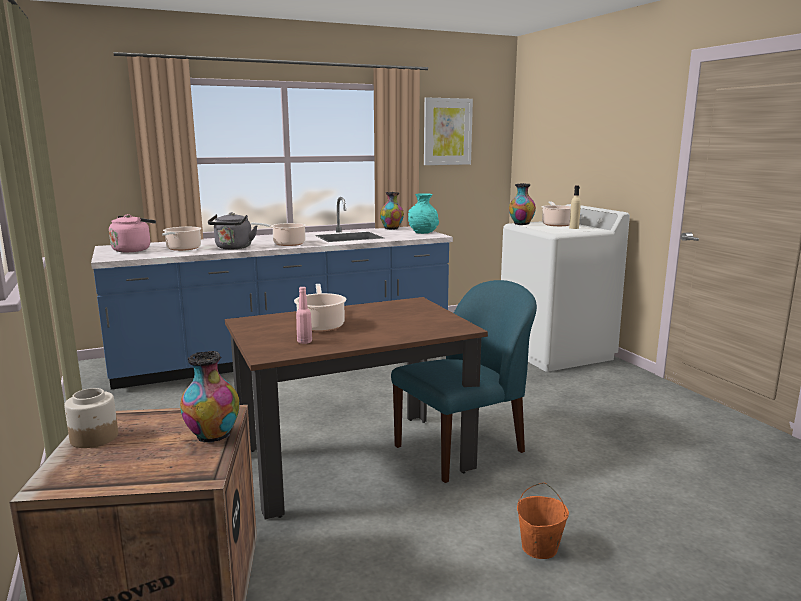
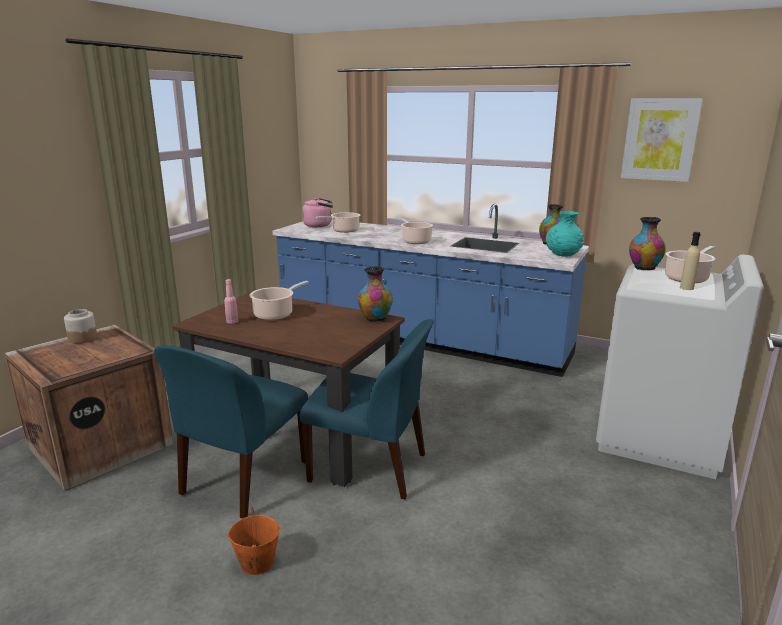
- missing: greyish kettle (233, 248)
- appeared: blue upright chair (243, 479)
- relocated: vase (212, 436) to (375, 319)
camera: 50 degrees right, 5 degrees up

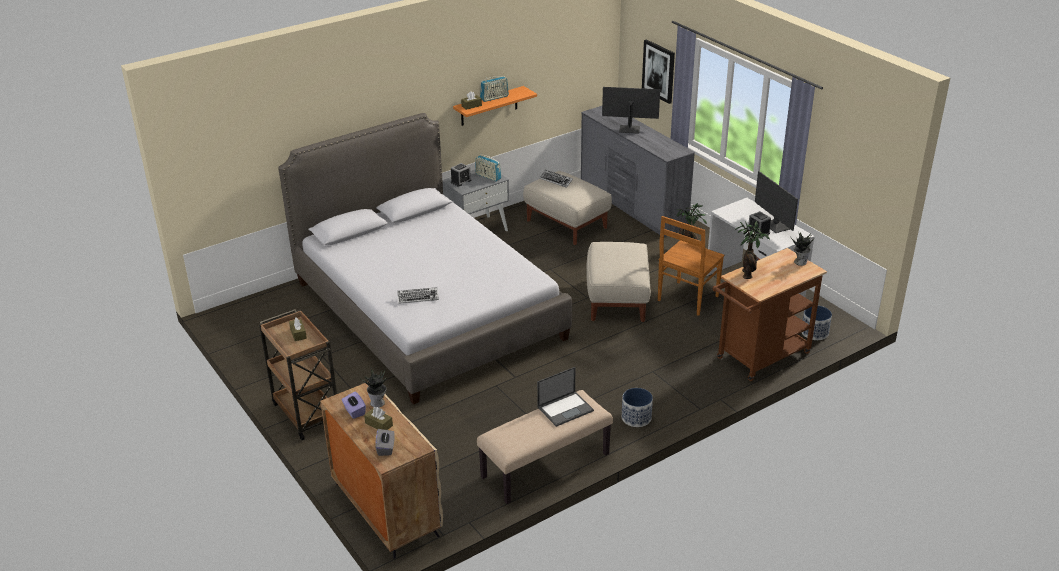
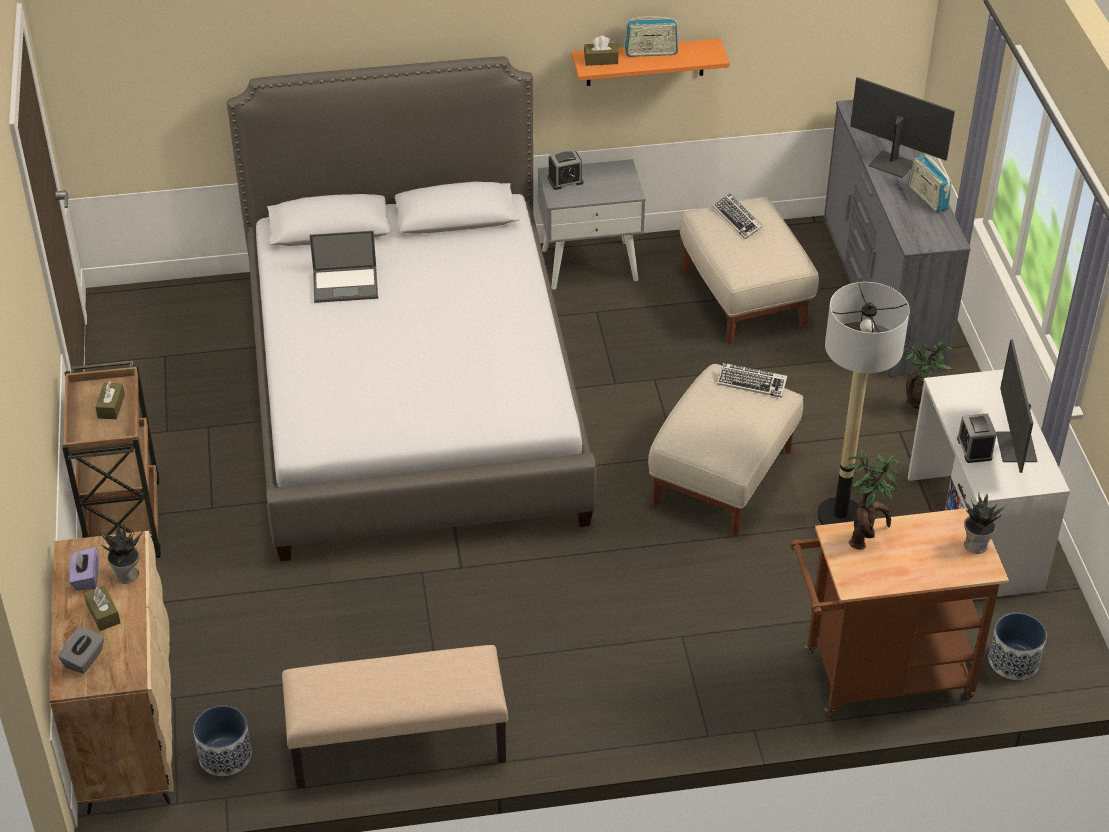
- missing: wall picture (658, 71)
- relocated: keyboard (418, 297) to (752, 383)
- relocated: radio receiver (488, 176) to (928, 198)
- relocated: portable computer (565, 408) to (346, 284)
- relocated: planter (636, 418) to (225, 756)
- exchanged: brown-coloured upright chair (687, 299) to standing lamp (839, 516)
camera: 25 degrees right, 10 degrees up

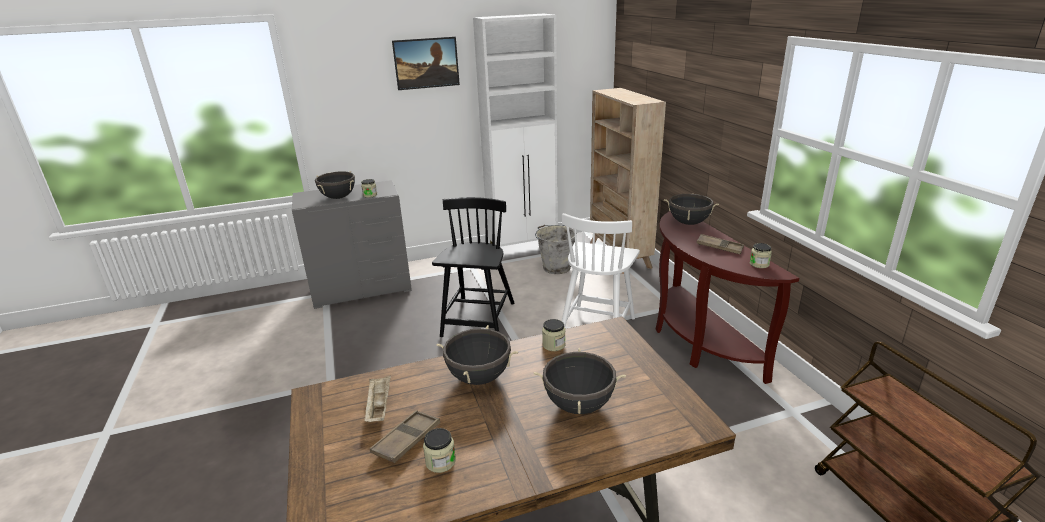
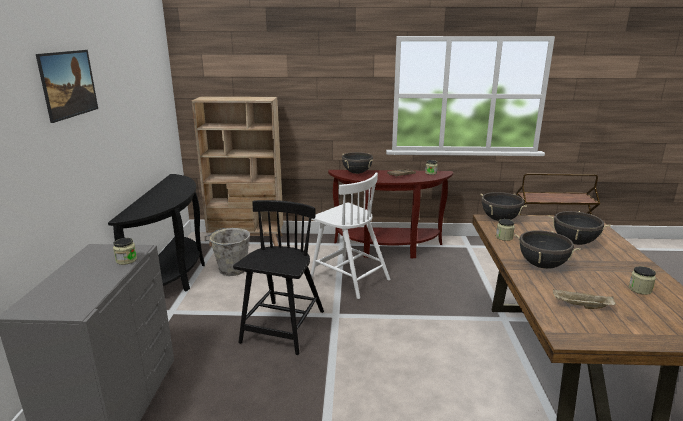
- missing: brown-coloured tray (407, 440)
- relocated: blackish stockpot (338, 197) to (500, 219)
- exchanged: whitish storage cabinet (523, 249) to blackish console table (174, 276)
- spun: blackish upright chair (479, 320) = (283, 328) 75 degrees clockwise
camera: 70 degrees left, 5 degrees down

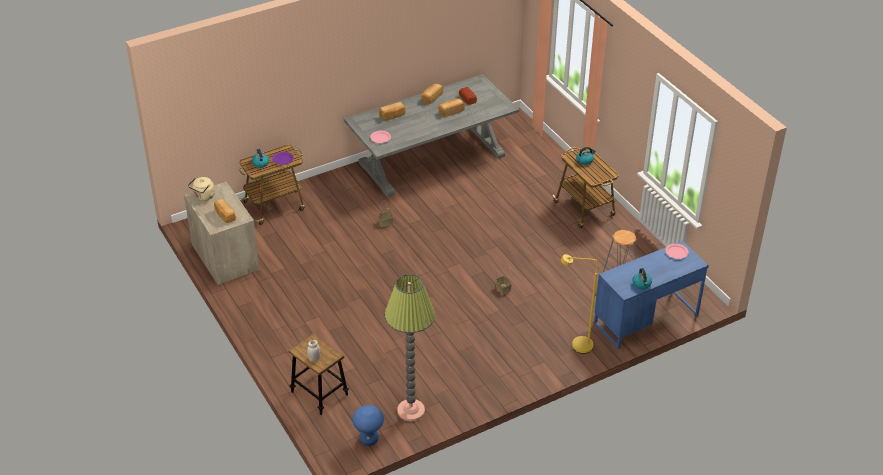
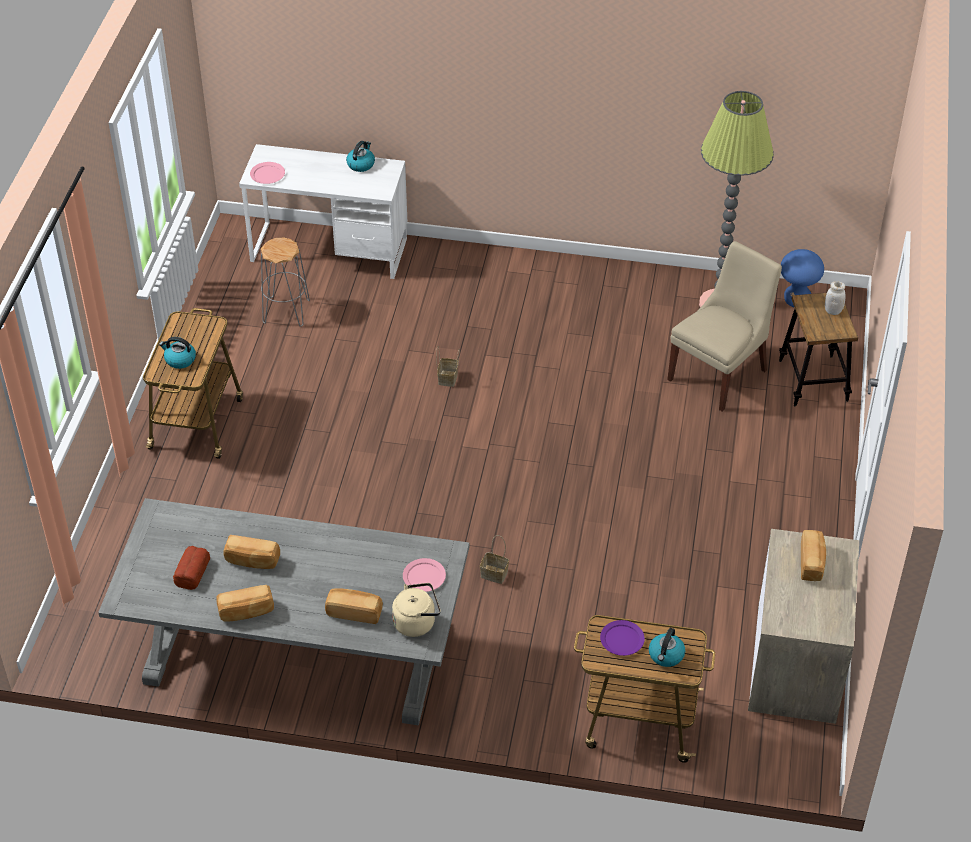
- missing: yellow standing lamp (576, 345)
- appeared: sand-coloured upright chair (719, 373)
- relocated: sand-coloured kettle (203, 197) to (417, 622)
- colour: blue desk (646, 318) to whitish desk (329, 250)
camera: 140 degrees left, 5 degrees up

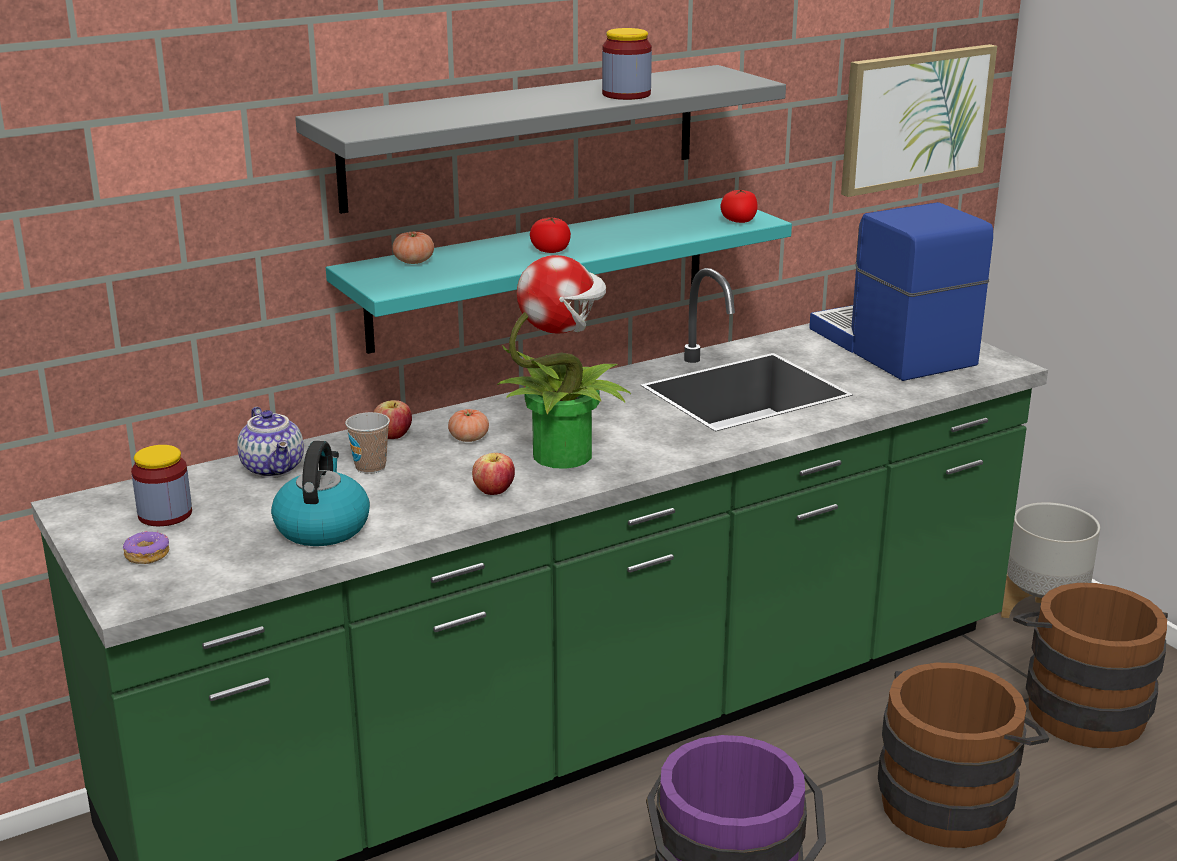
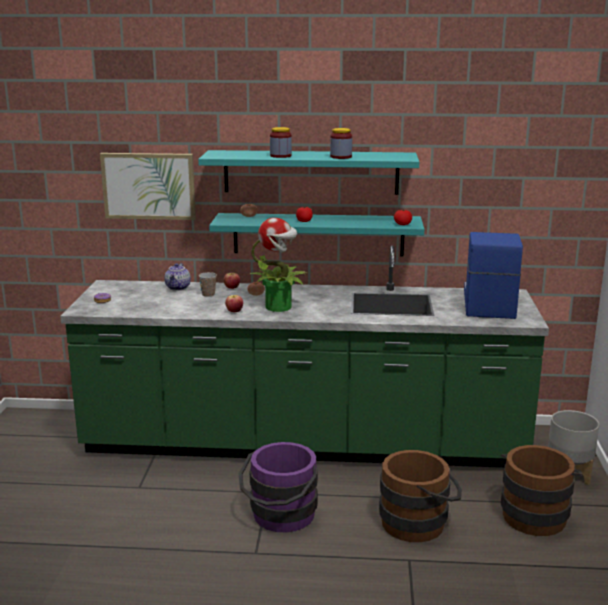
- missing: kettle (322, 527)
- relocated: jar (165, 514) to (280, 156)
- relocated: wall picture (916, 118) to (149, 186)
- colour: greyish shelf (523, 136) to turquoise shelf (311, 172)
camera: 35 degrees right, 5 degrees down

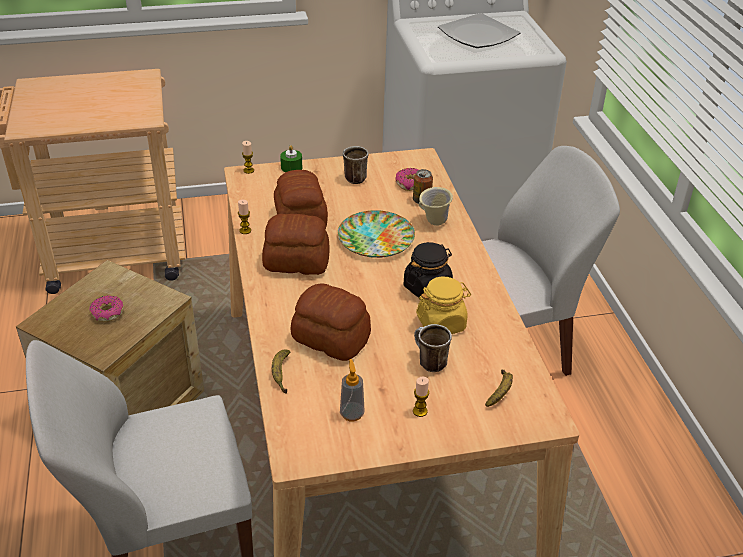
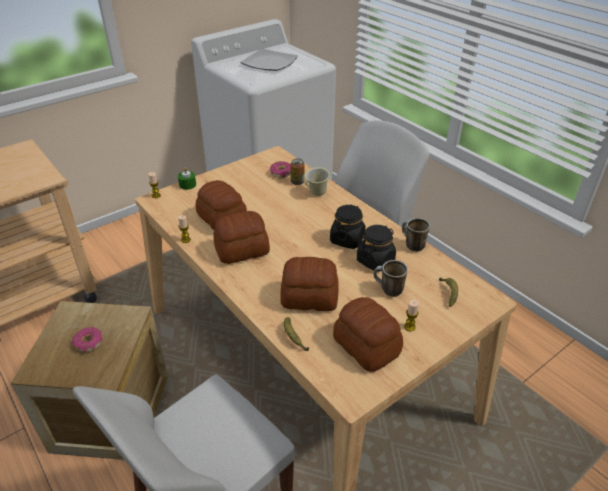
- missing: dinner plate (375, 239)
- relocated: tea mug (353, 177) to (411, 245)
- exchanged: soap bottle (352, 414) to baked bread (366, 347)
- colour: yellow jar (441, 324) to blackish jar (375, 261)
camera: 25 degrees left, 0 degrees up

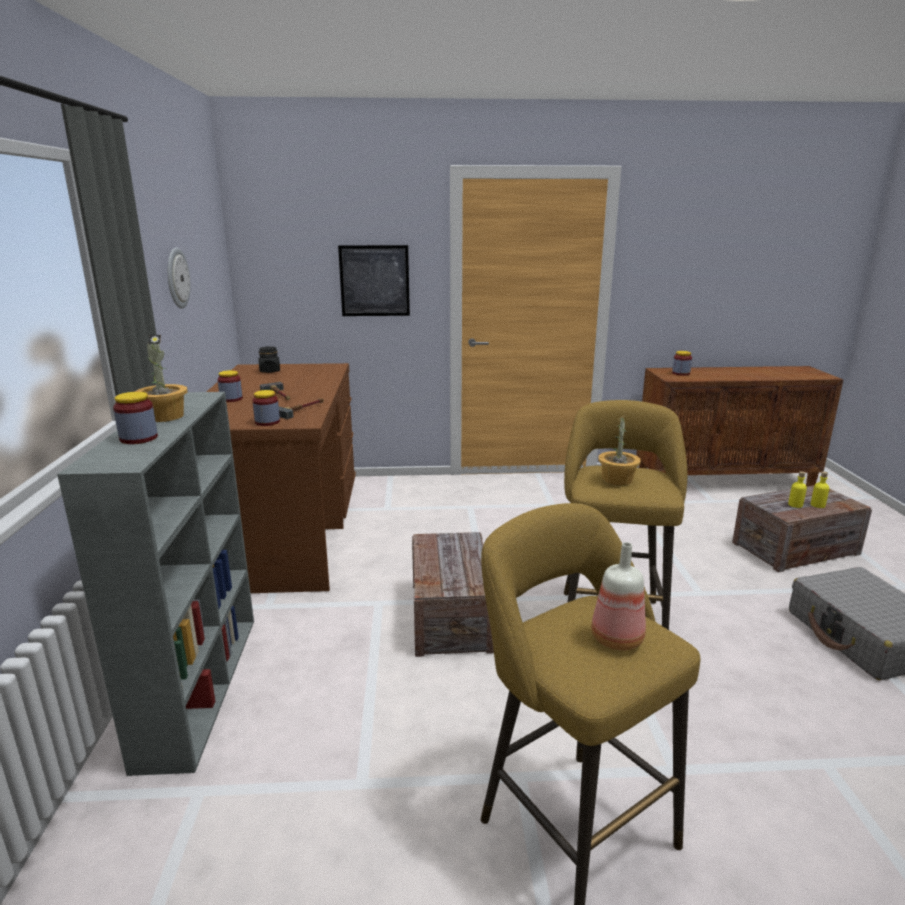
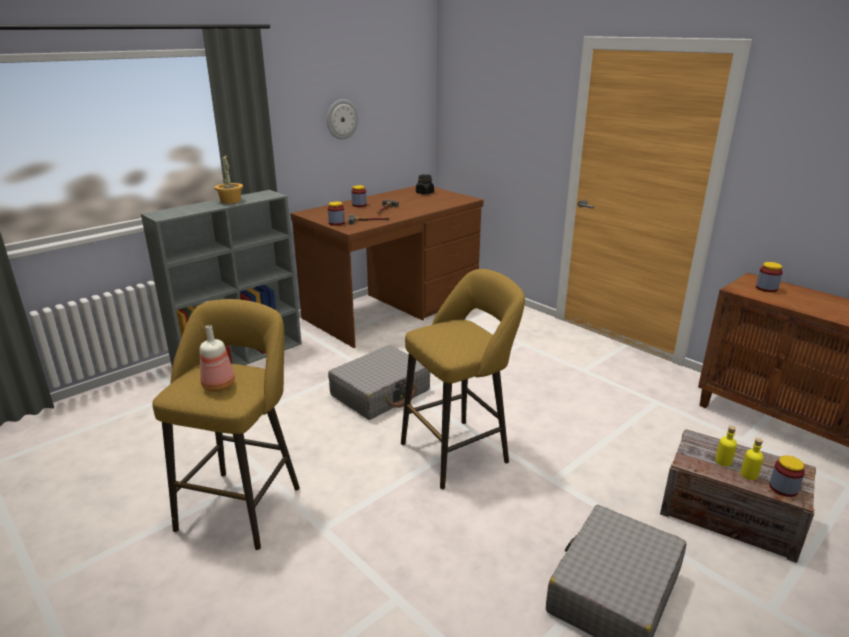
- missing: wall picture (374, 281)
- missing: potted plant (617, 479)
- relocated: jar (138, 438) to (783, 488)
- exchanged: packing crate (450, 615) to greyish piece of luggage (381, 393)
camera: 50 degrees right, 5 degrees up

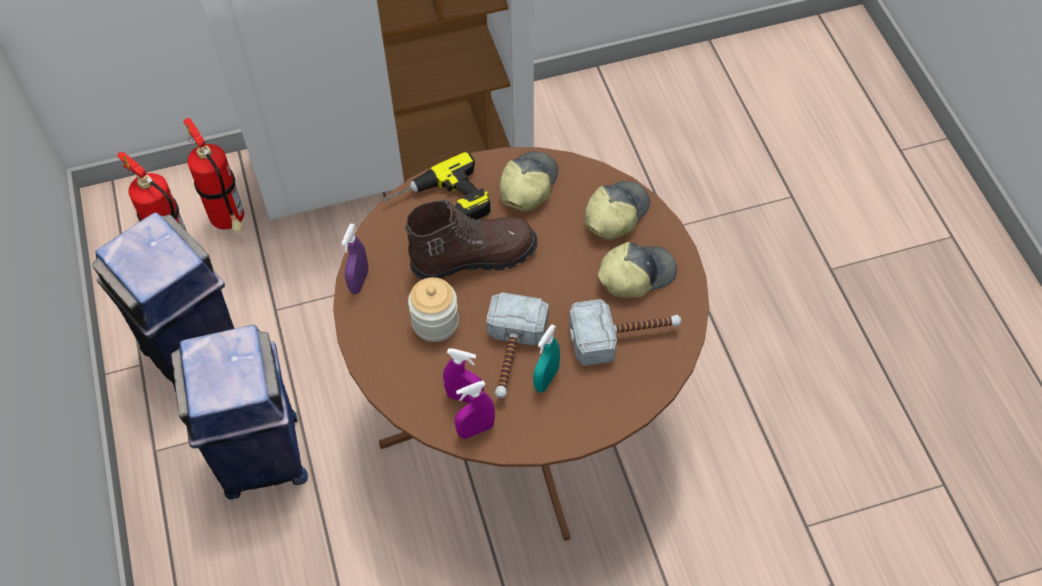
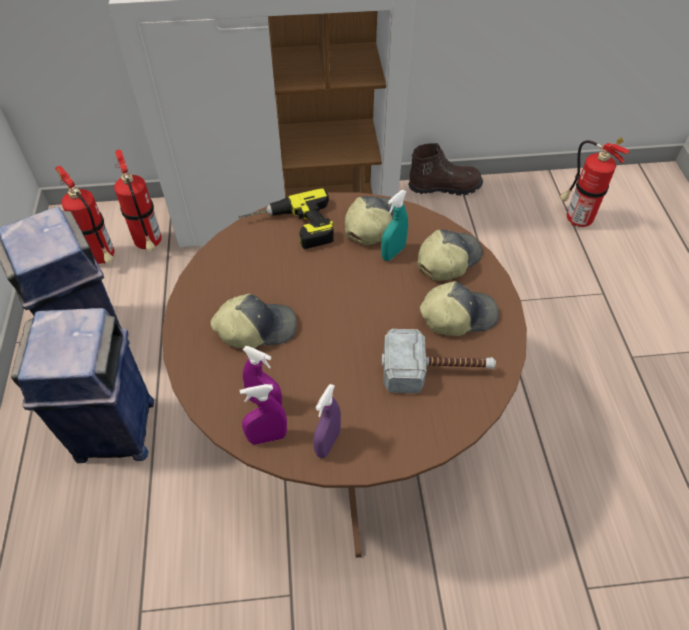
- missing: hand hammer (511, 356)
- appeared: fire-fighting cylinder (575, 219)
- relocated: purple-coloured spray bottle (359, 281) to (327, 443)
- relocated: brown-coloured high-top boot (473, 256) to (444, 187)
- relocated: turquoise spray bottle (546, 379) to (393, 253)
- exchanged: jar (435, 322) to peaked cap (257, 328)
camera: 10 degrees right, 5 degrees down

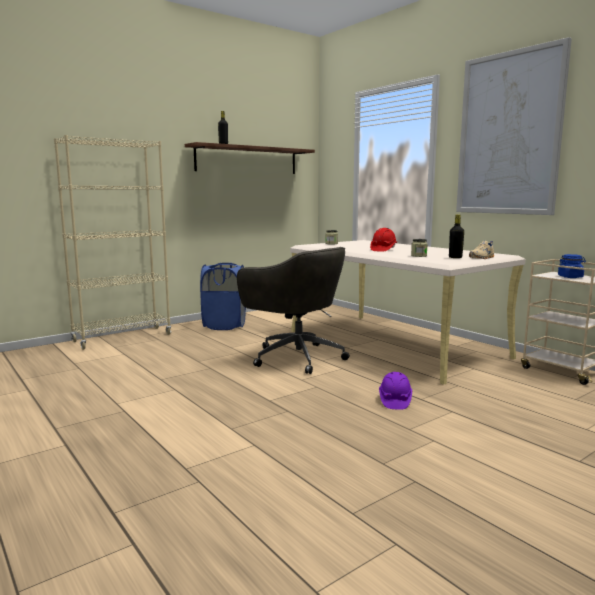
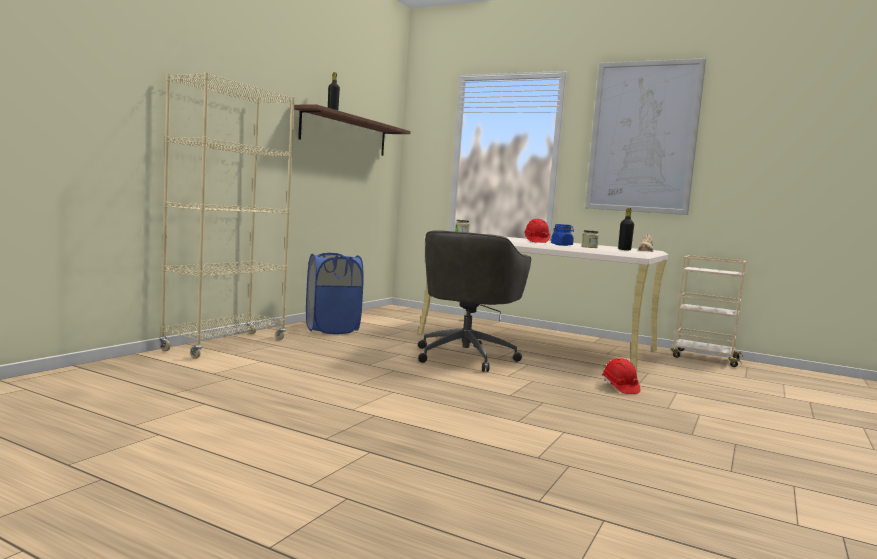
- relocated: blue jar (570, 277) to (561, 245)
- colour: purple-coloured hard hat (394, 401) to red hard hat (619, 388)
- spun: greyish desk chair (296, 357) = (466, 356) 90 degrees clockwise
camera: 25 degrees left, 5 degrees down

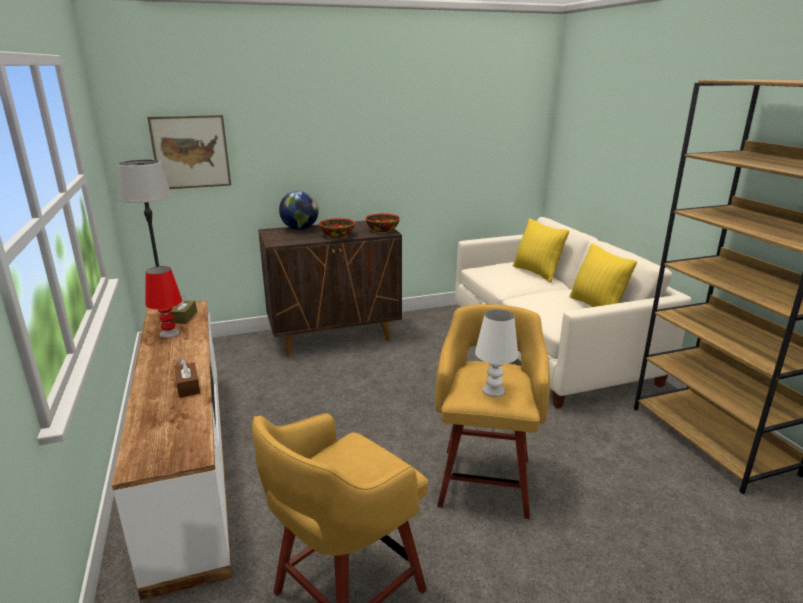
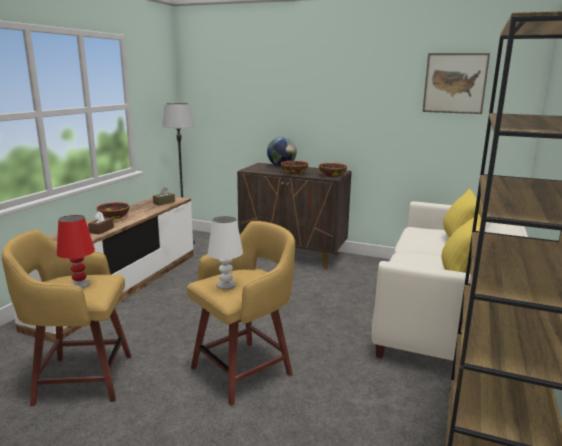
- appeared: bowl (114, 217)
- relocated: red tabletop lamp (169, 333) to (79, 284)
- relocated: wall picture (191, 152) to (455, 83)
camera: 40 degrees right, 5 degrees down

